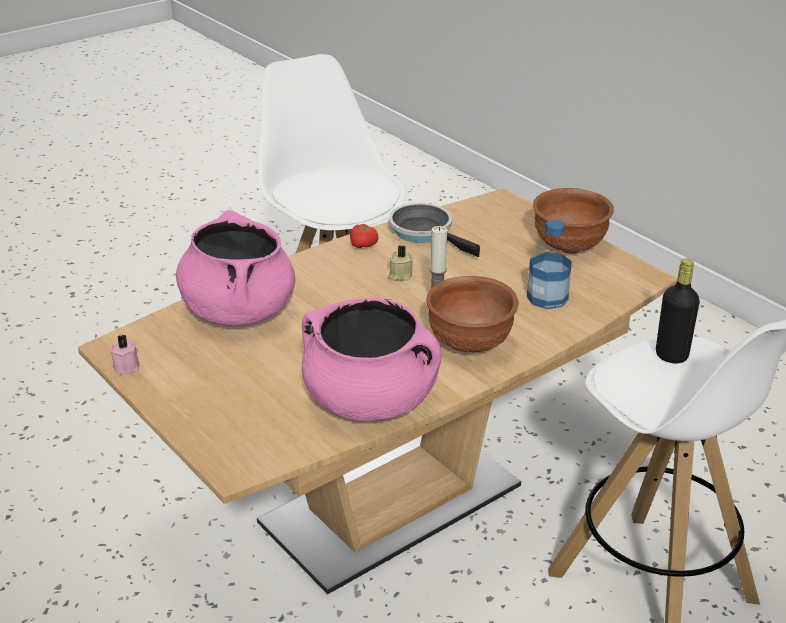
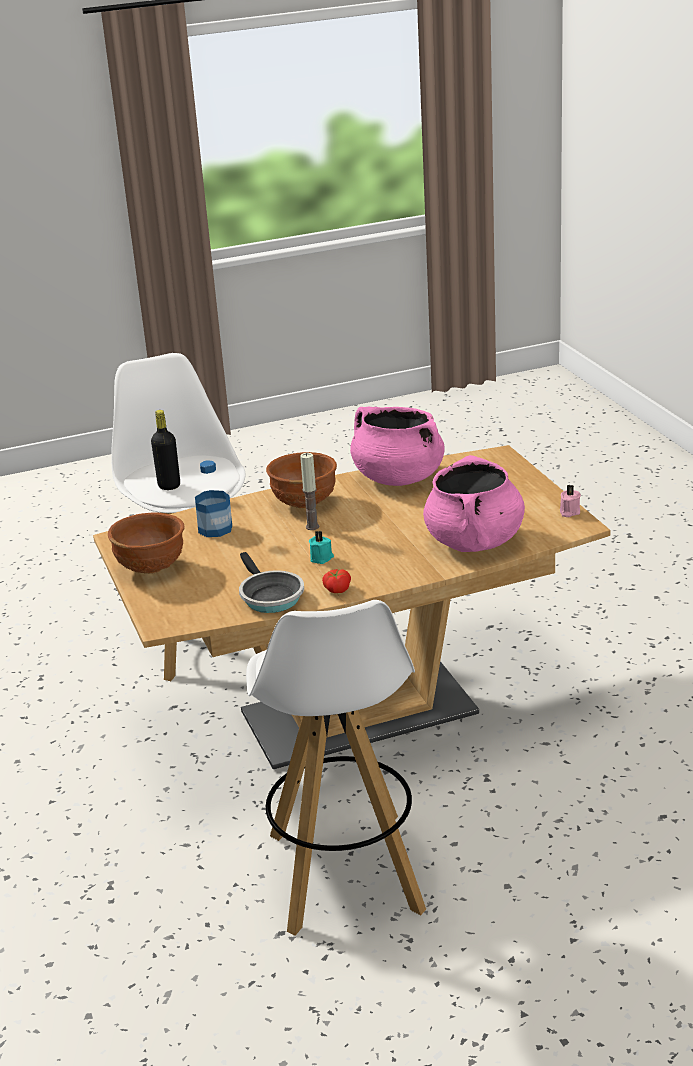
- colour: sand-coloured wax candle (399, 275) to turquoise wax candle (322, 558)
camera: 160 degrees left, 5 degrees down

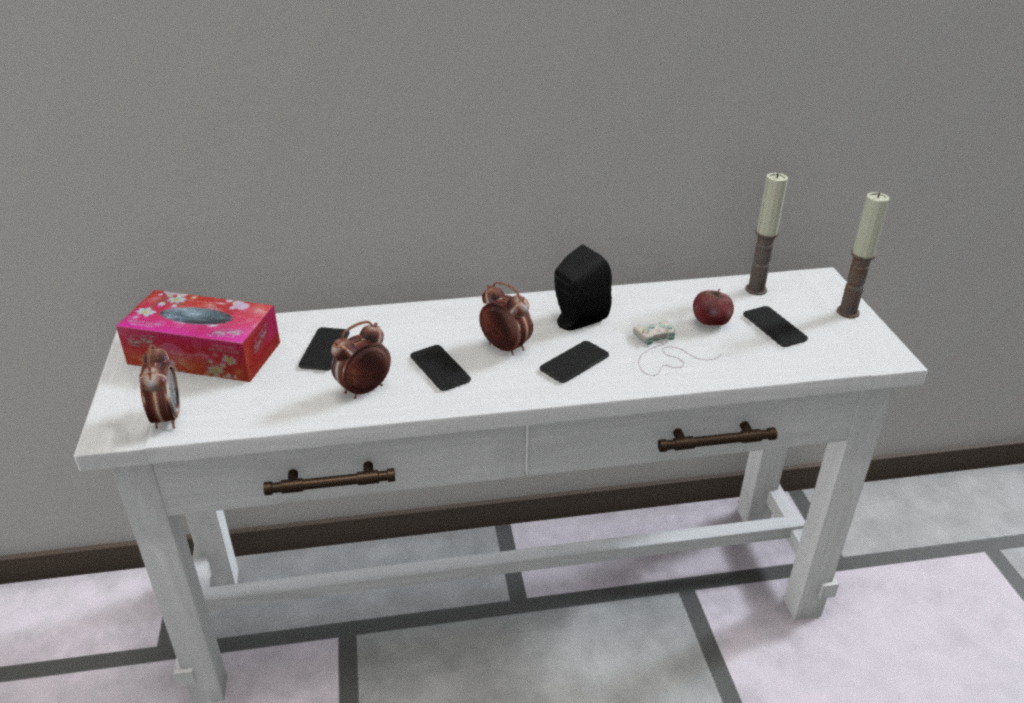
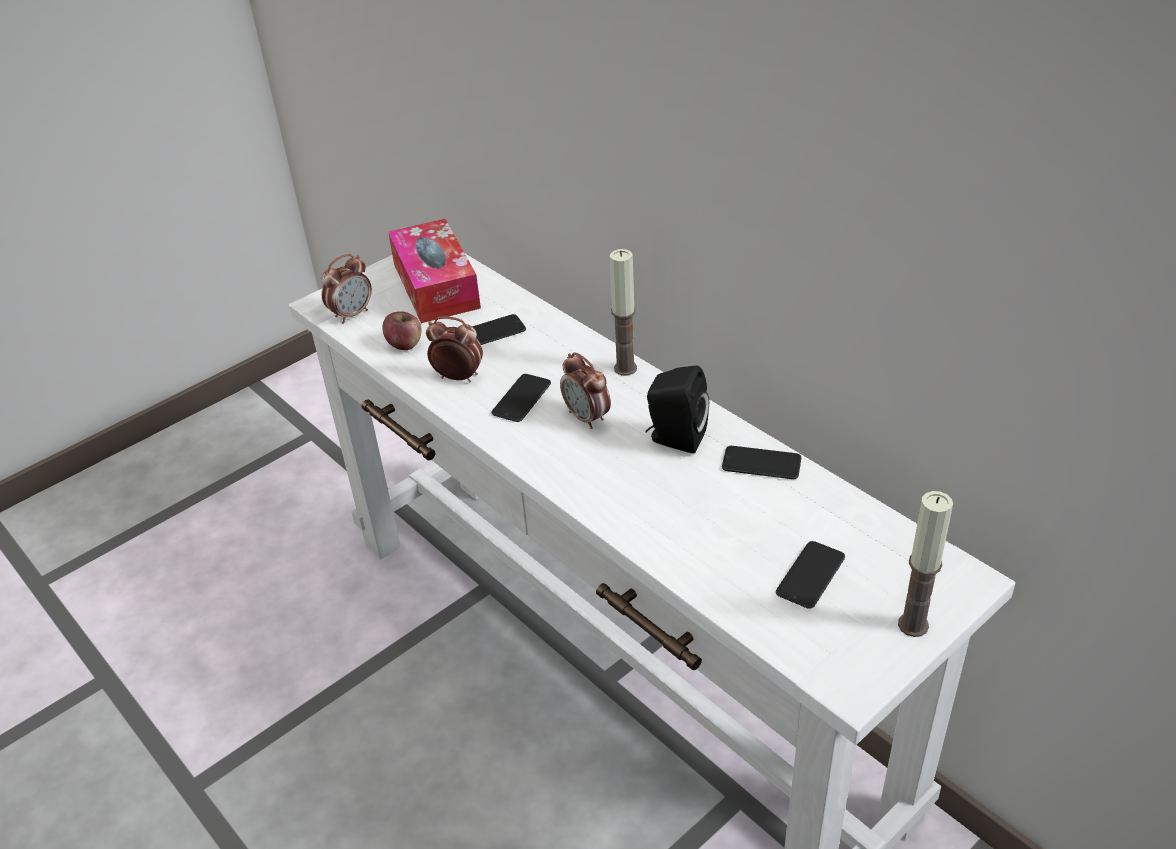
- missing: whitish game controller (663, 354)
- relocated: phone (574, 363) to (761, 464)
- relocated: apple (711, 322) to (405, 344)
- relocated: wax candle (756, 289) to (625, 368)
- spun: table clock (505, 347) = (587, 418) 135 degrees clockwise
camera: 60 degrees right, 5 degrees up

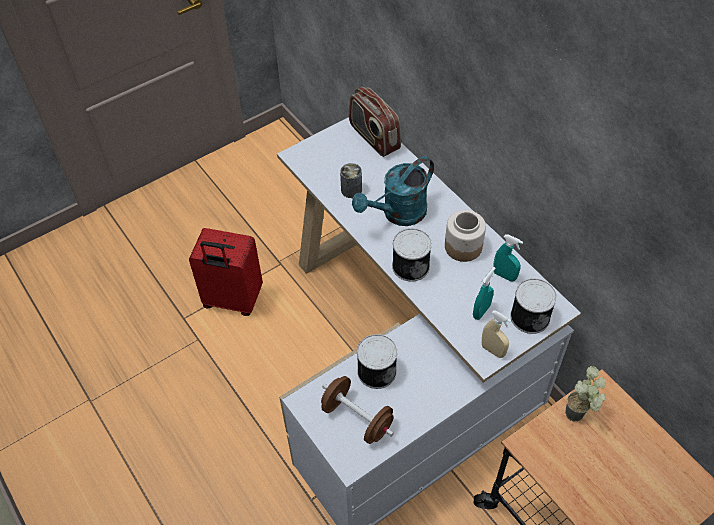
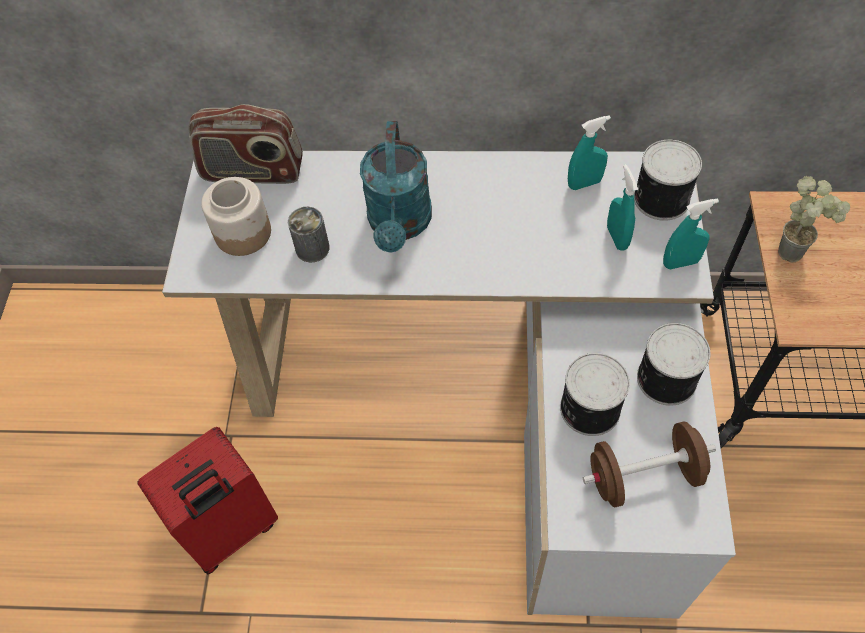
- relocated: metal can (410, 265) to (665, 378)
- relocated: jar (463, 246) to (243, 232)
- colour: sand-coloured spray bottle (493, 350) to turquoise spray bottle (680, 263)
camera: 50 degrees left, 5 degrees up

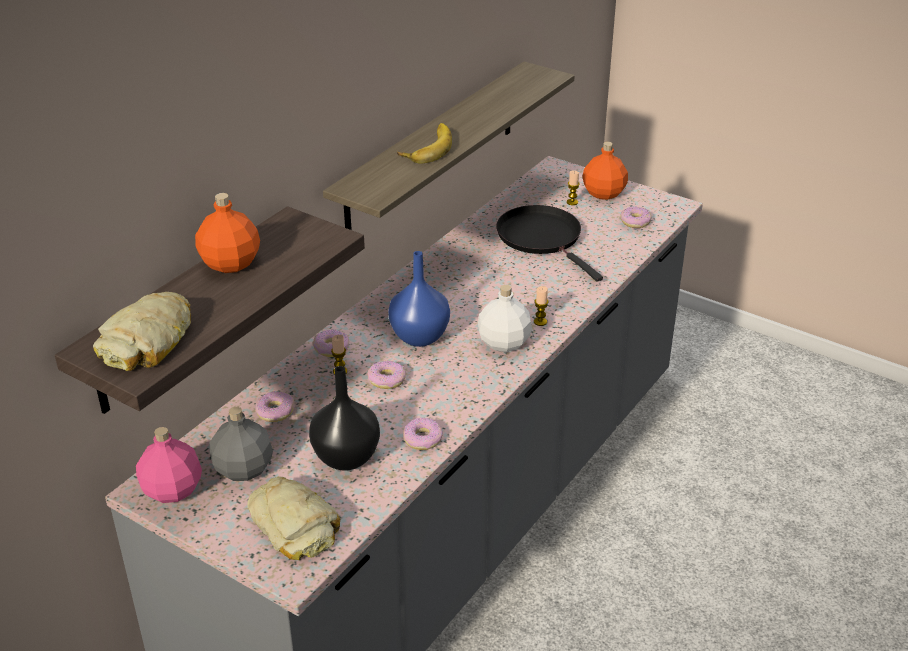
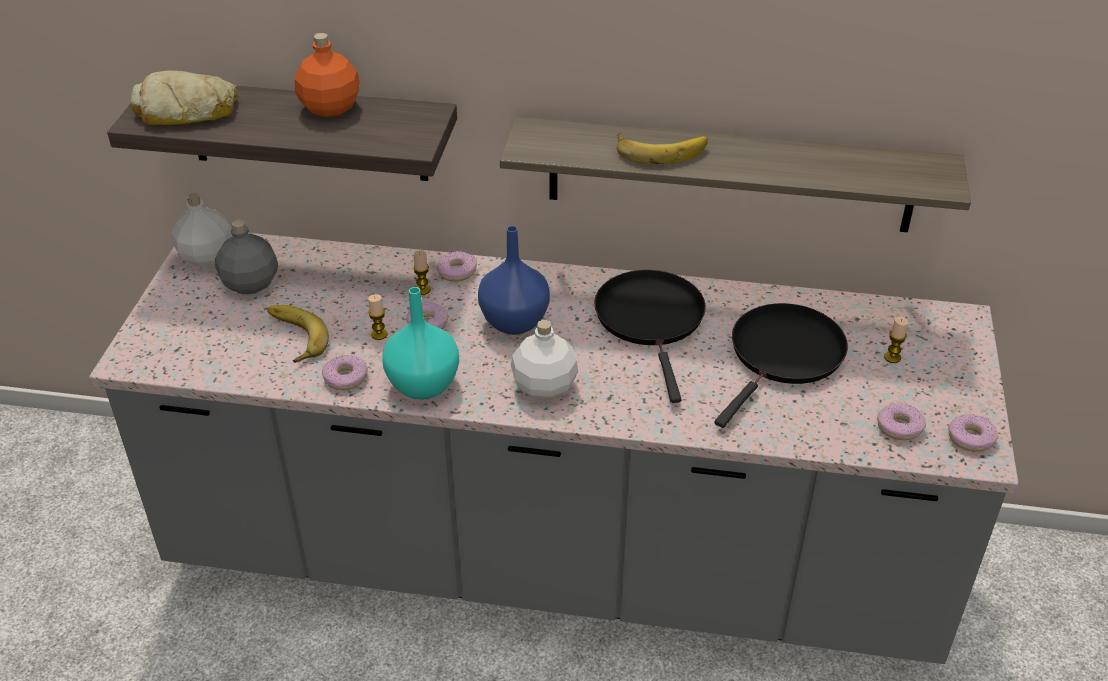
- missing: baked bread (294, 525)
- missing: orangey beverage bottle (604, 193)
- appeared: turquoise vase (424, 384)
- appeared: blackish pan (651, 320)
- relocated: ring doughnut (275, 411) to (970, 438)
- relocated: wax candle (540, 322) to (379, 334)
- exchanged: blackish vase (345, 458) to banana fruit (292, 338)
- colour: pink beverage bottle (173, 489) to whitish beverage bottle (207, 256)
camera: 65 degrees right, 5 degrees up

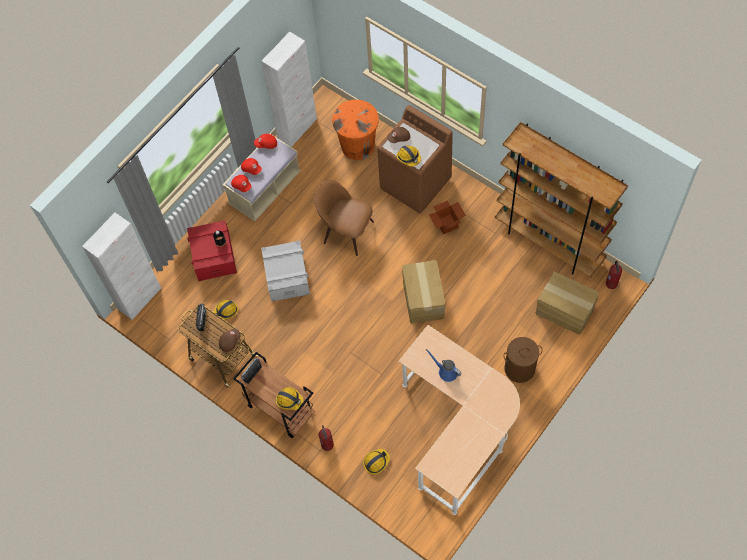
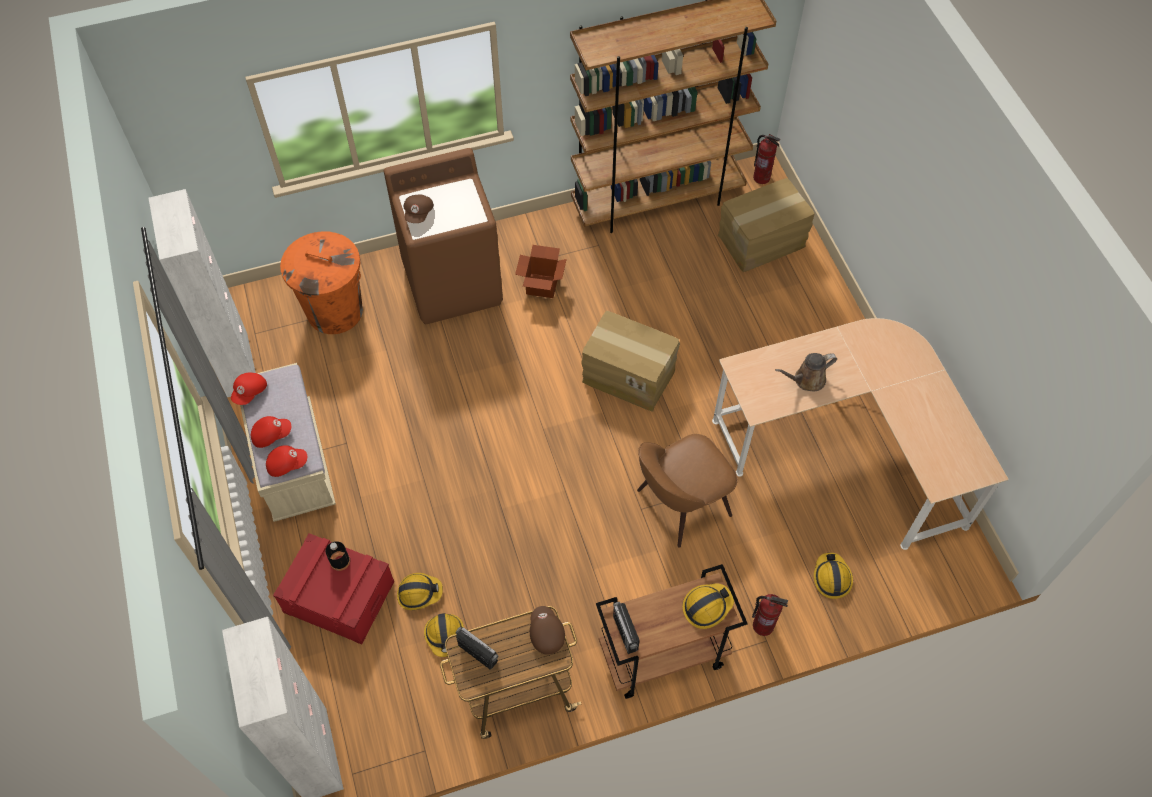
- missing: greyish storage box (287, 276)
- missing: brown-coloured laundry basket (519, 368)
- relocated: brown-coloured upright chair (346, 231) to (680, 504)
- relocated: hard hat (409, 157) to (419, 593)
- colour: blue sprinkling can (446, 371) to brown-coloured sprinkling can (806, 380)
camera: 60 degrees left, 5 degrees down

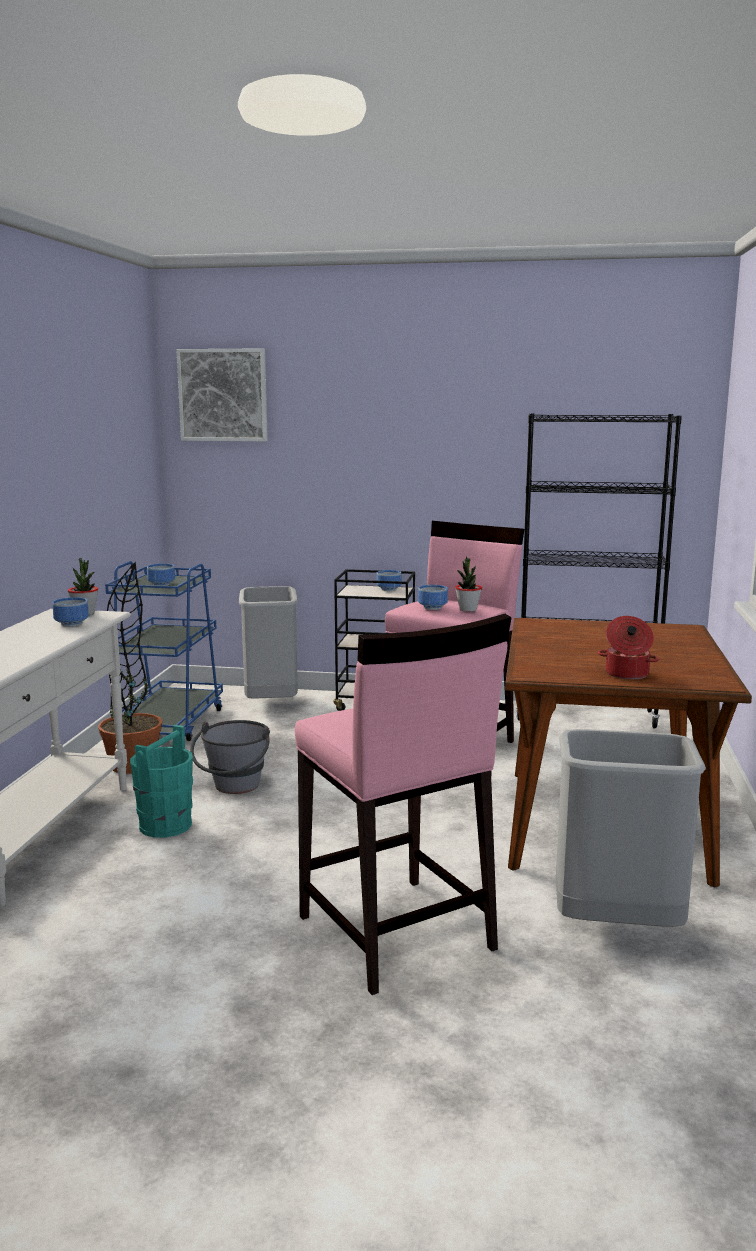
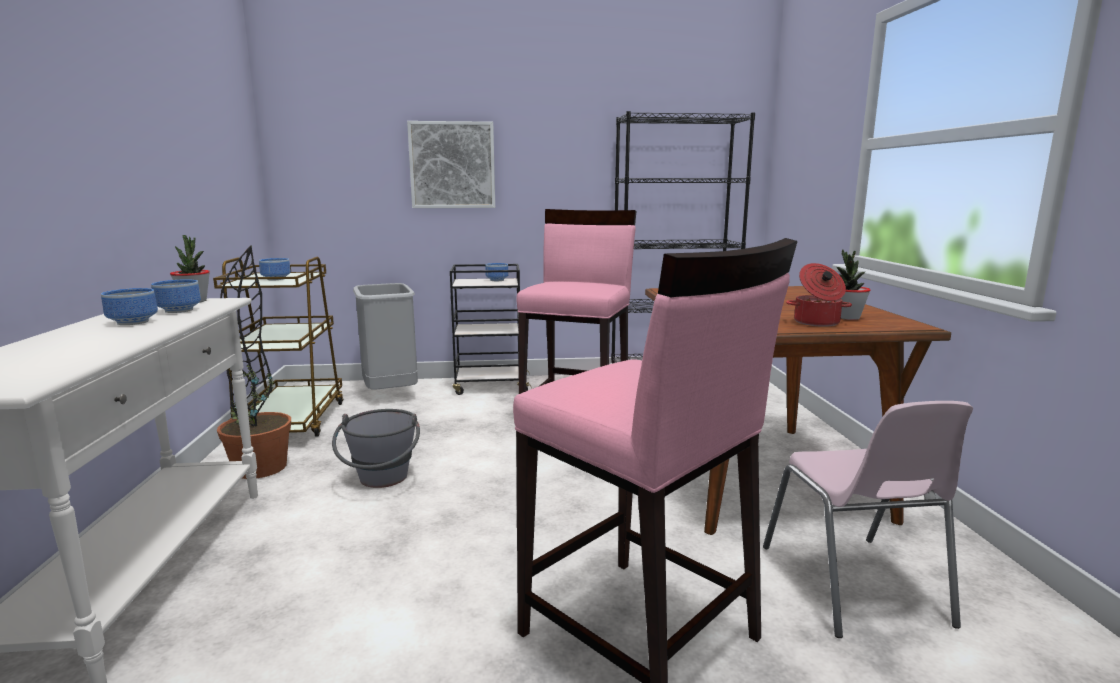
- missing: turquoise pail (166, 825)
- relocated: wall picture (223, 395) to (452, 165)
- relocated: bowl (431, 607) to (131, 322)
- relocated: potted plant (468, 609) to (847, 317)
- exchanged: greyish rubbish bin (616, 927) to pink upright chair (854, 585)
- colour: blue trolley (169, 724) to brown-coloured trolley (291, 421)
camera: 15 degrees left, 0 degrees up

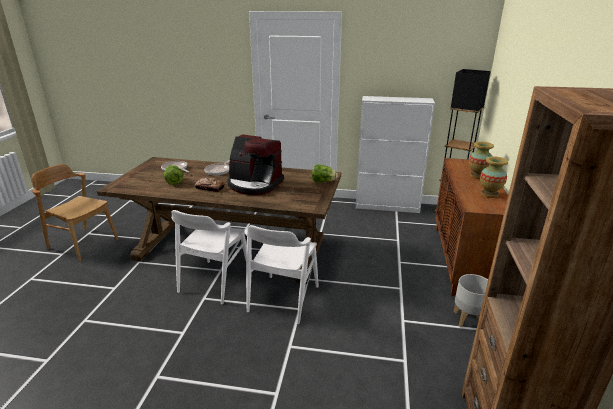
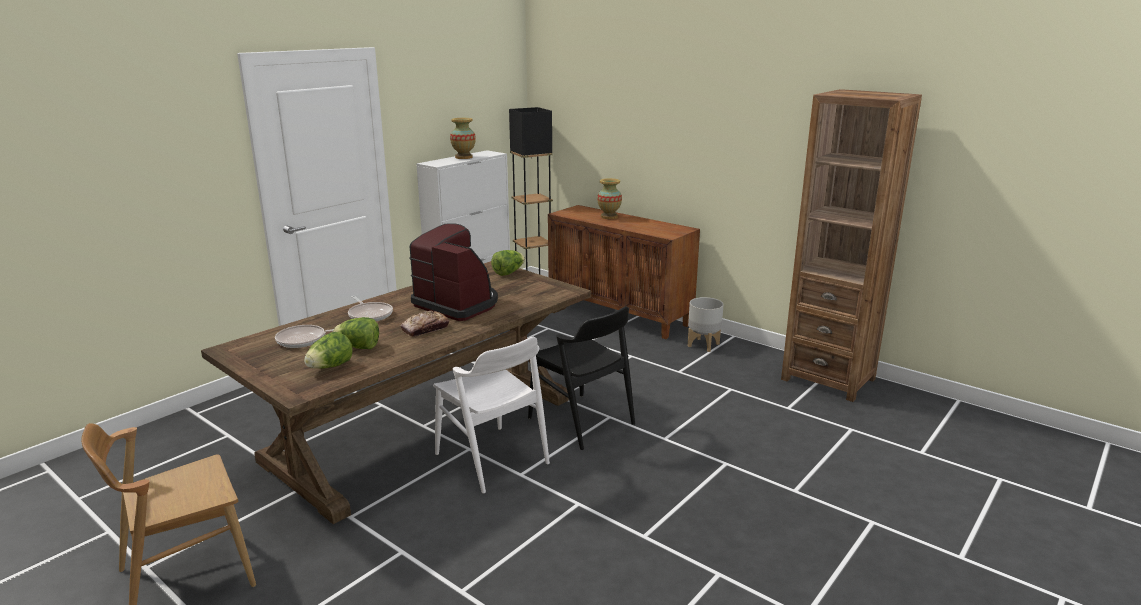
- appeared: lettuce head (330, 367)
- relocated: vase (489, 194) to (464, 157)
- colour: whitish upright chair (283, 299) to blackish upright chair (581, 421)
- spun: coffee machine (254, 184) = (457, 304) 105 degrees counterclockwise
camera: 60 degrees left, 5 degrees down

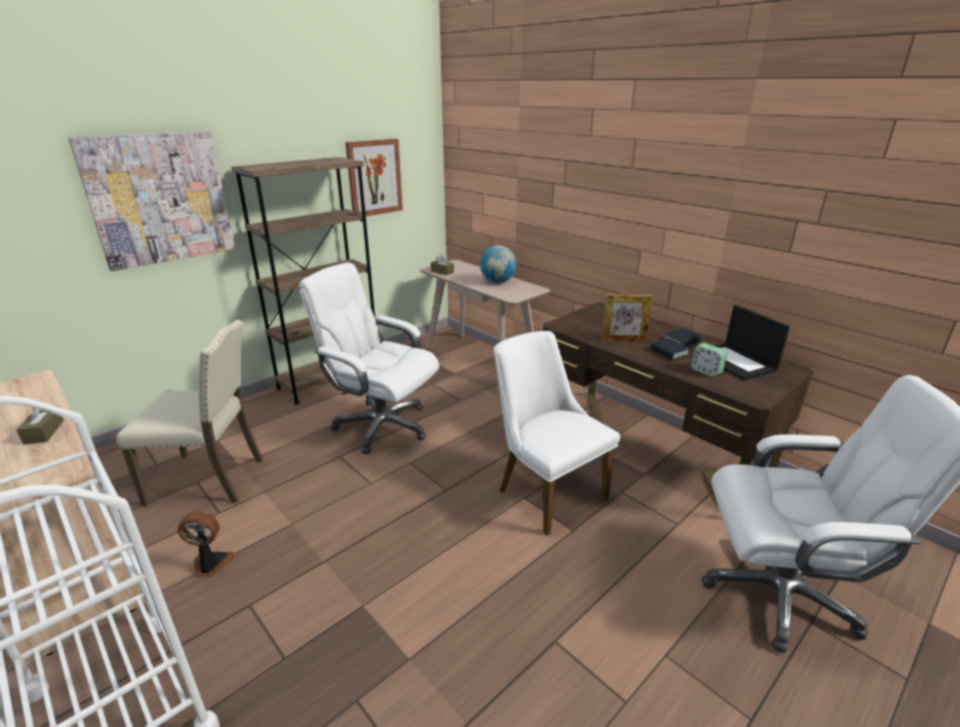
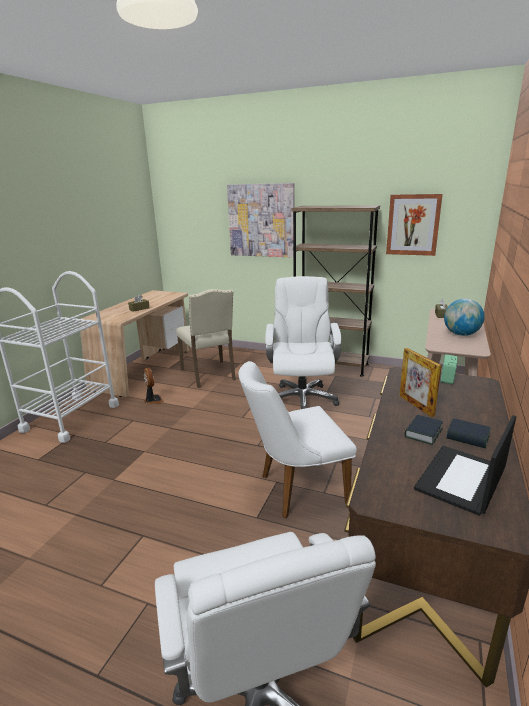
- relocated: table clock (705, 371) to (447, 379)
- spun: whitish upright chair (545, 489) = (295, 489) 135 degrees counterclockwise
camera: 65 degrees right, 5 degrees down

